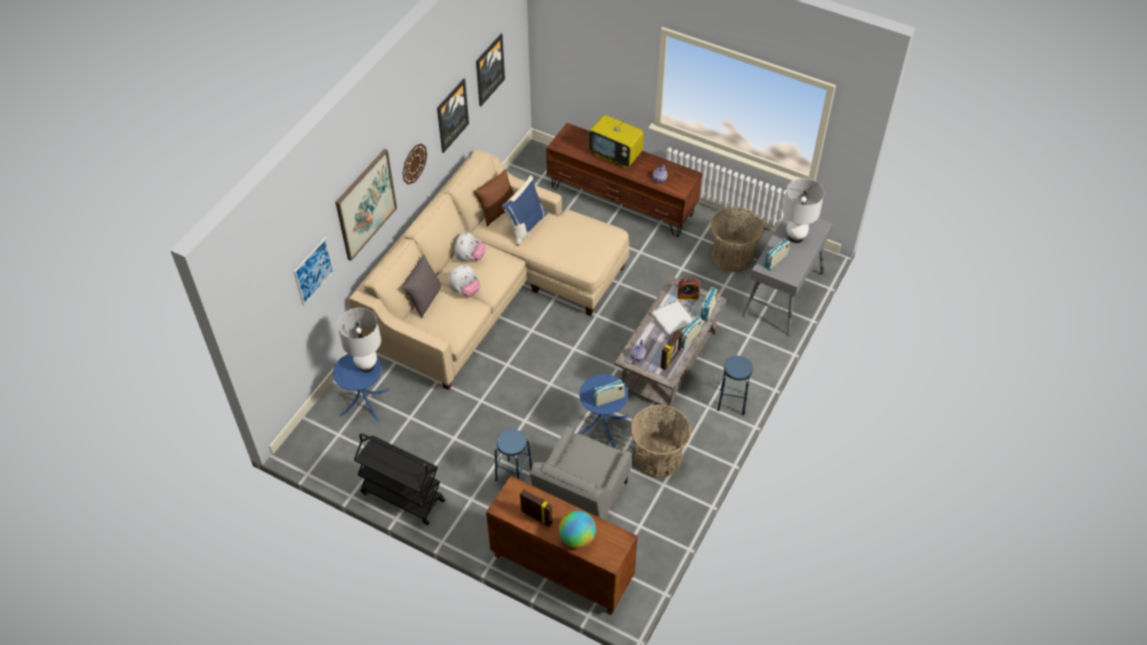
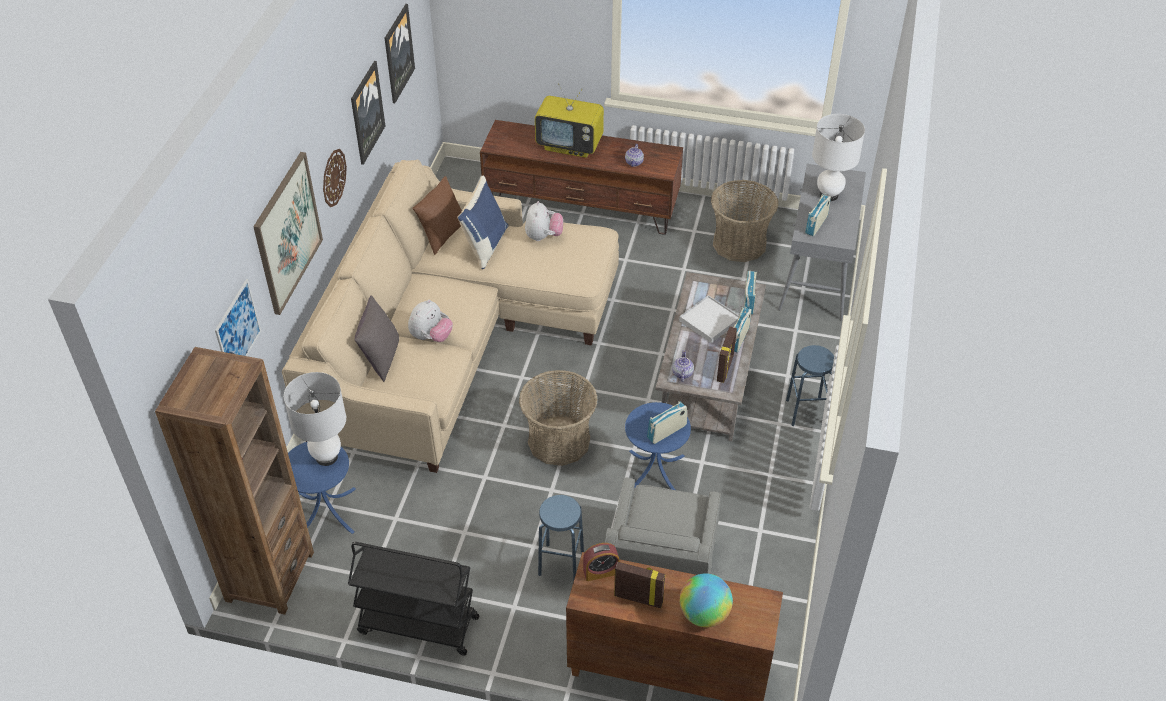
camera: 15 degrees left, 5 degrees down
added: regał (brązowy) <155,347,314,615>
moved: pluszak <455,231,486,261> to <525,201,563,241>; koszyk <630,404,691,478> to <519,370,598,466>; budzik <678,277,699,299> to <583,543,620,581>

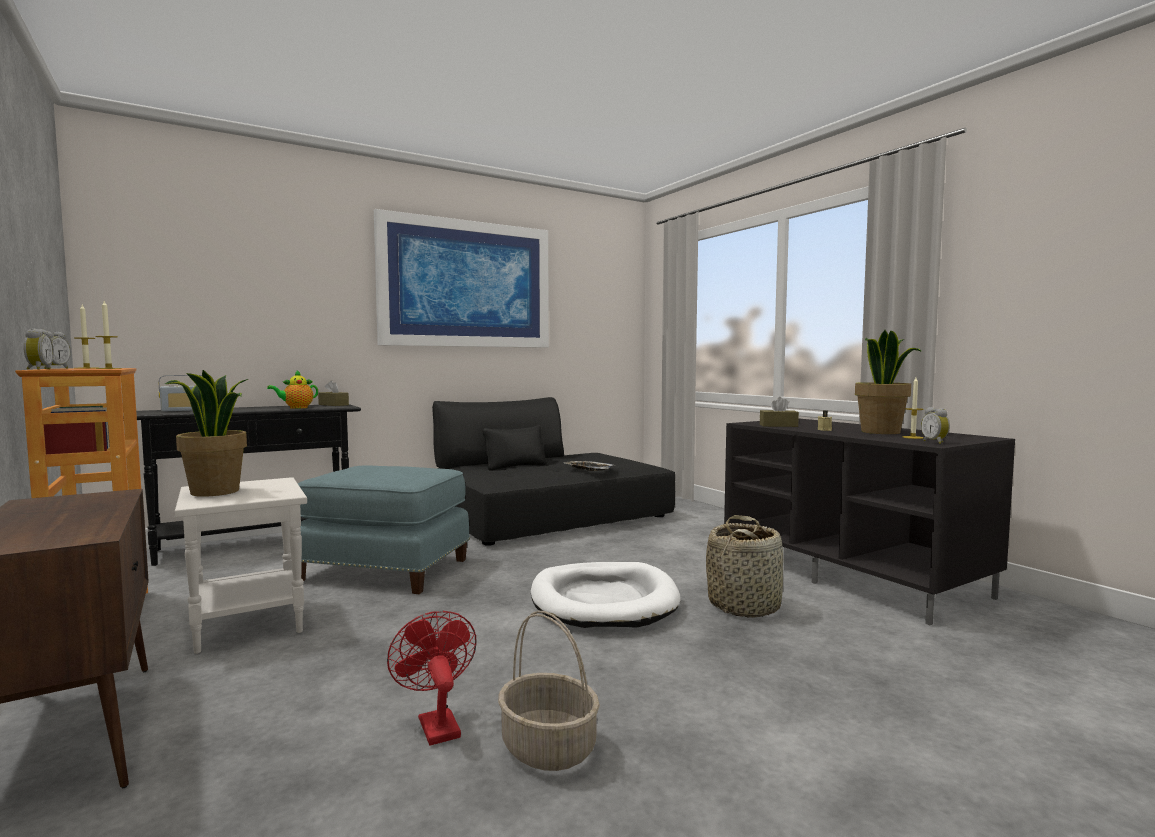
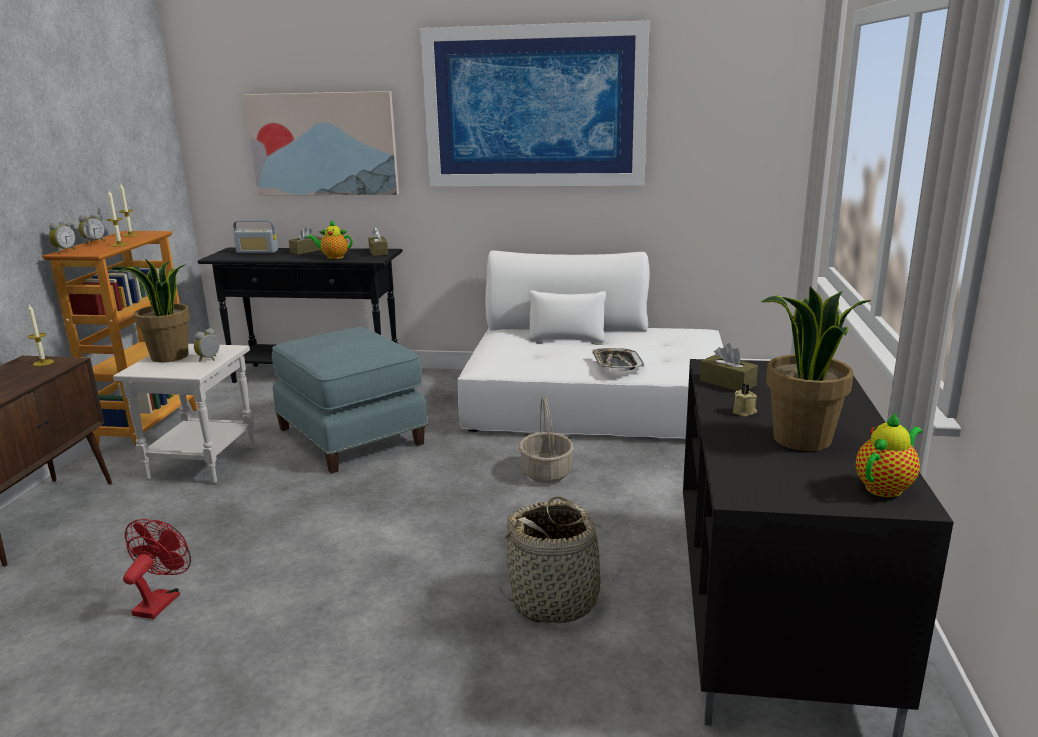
camera: 40 degrees right, 15 degrees up
removed: legowisko (biały) <531,562,681,628>
added: obraz <244,91,399,195>; pudełko chusteczek (brązowy) <289,227,322,255>; imbryk <856,412,922,497>
moved: koszyk <498,611,600,771> to <519,396,574,483>; świeca <903,378,924,439> to <28,304,54,366>; budzik <921,407,950,444> to <194,328,220,362>
recoloured: kanapa (czarny) <432,397,675,546> to kanapa (biały) <457,250,723,439>

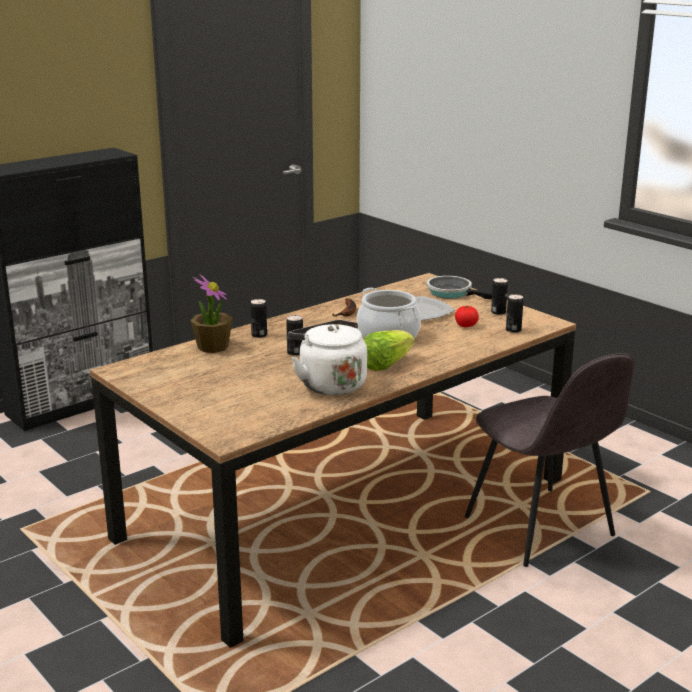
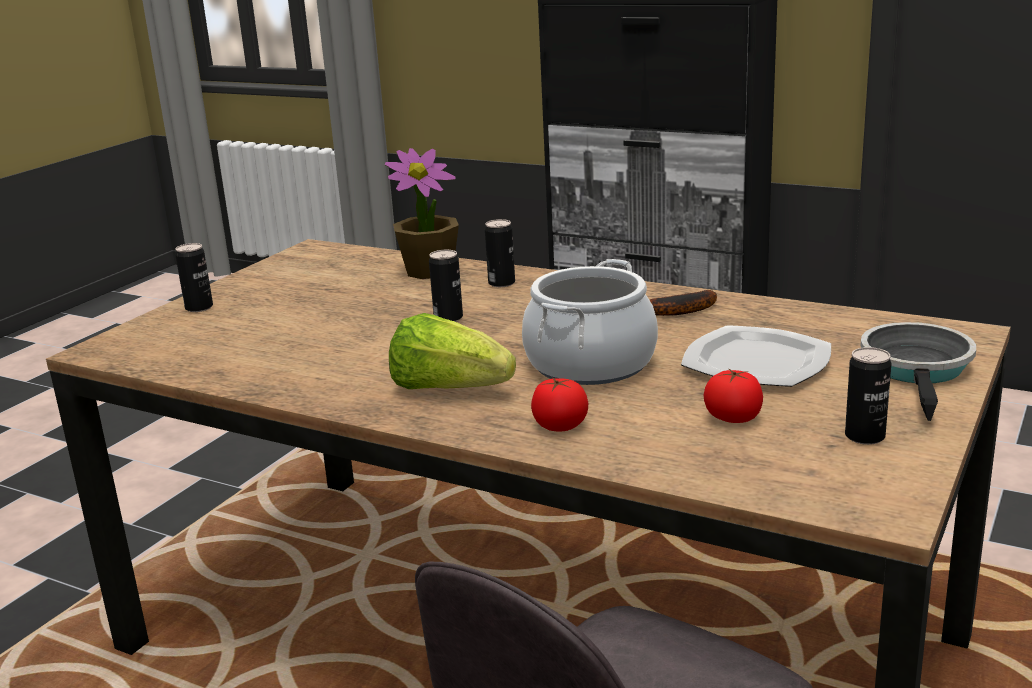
camera: 70 degrees right, 0 degrees up
removed: czajnik (biały) <288,320,367,395>
added: pomidor <531,377,588,431>
moved: puszka <506,294,524,333> to <175,243,213,312>

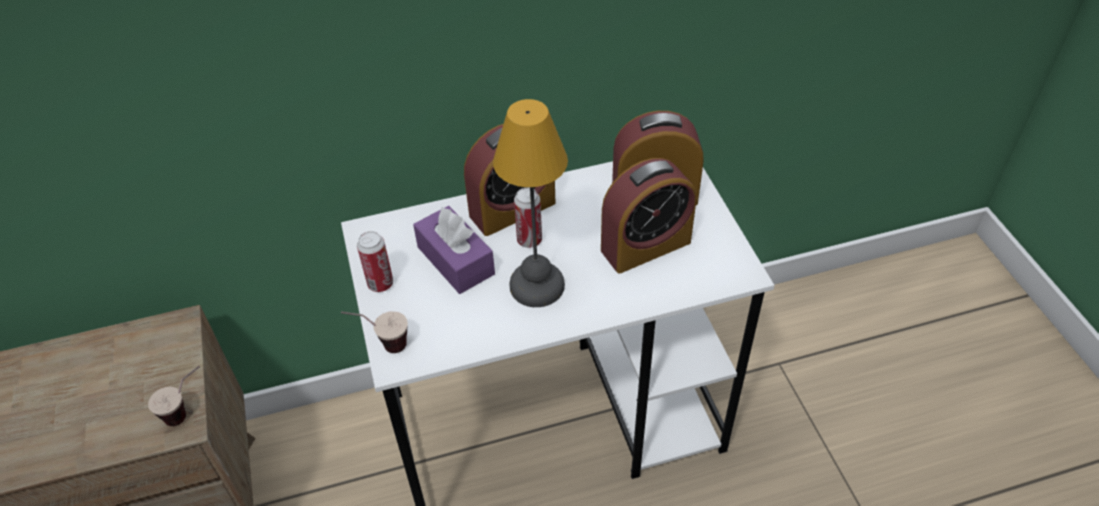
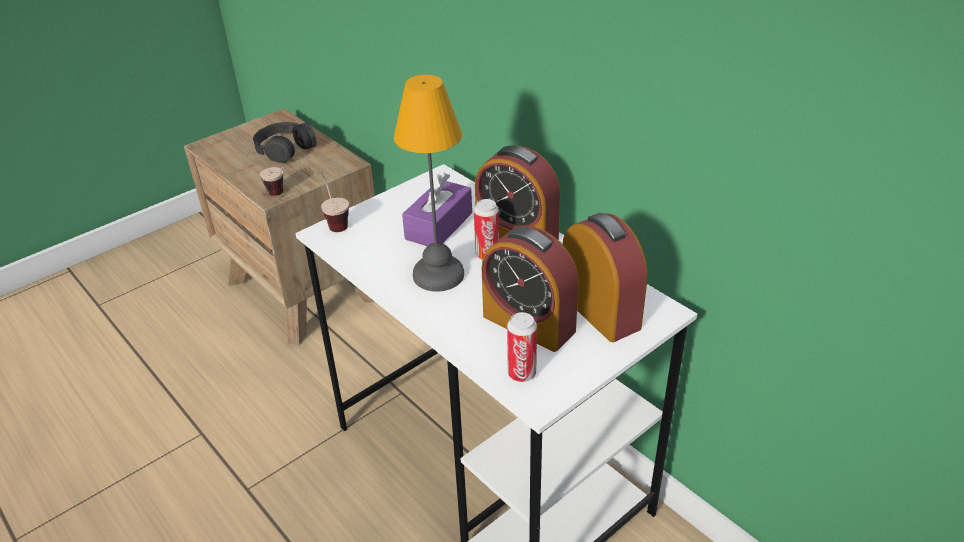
camera: 65 degrees right, 10 degrees down
added: słuchawki (czarny) <253,122,317,163>
moved: puszka <357,231,393,292> to <507,312,537,382>

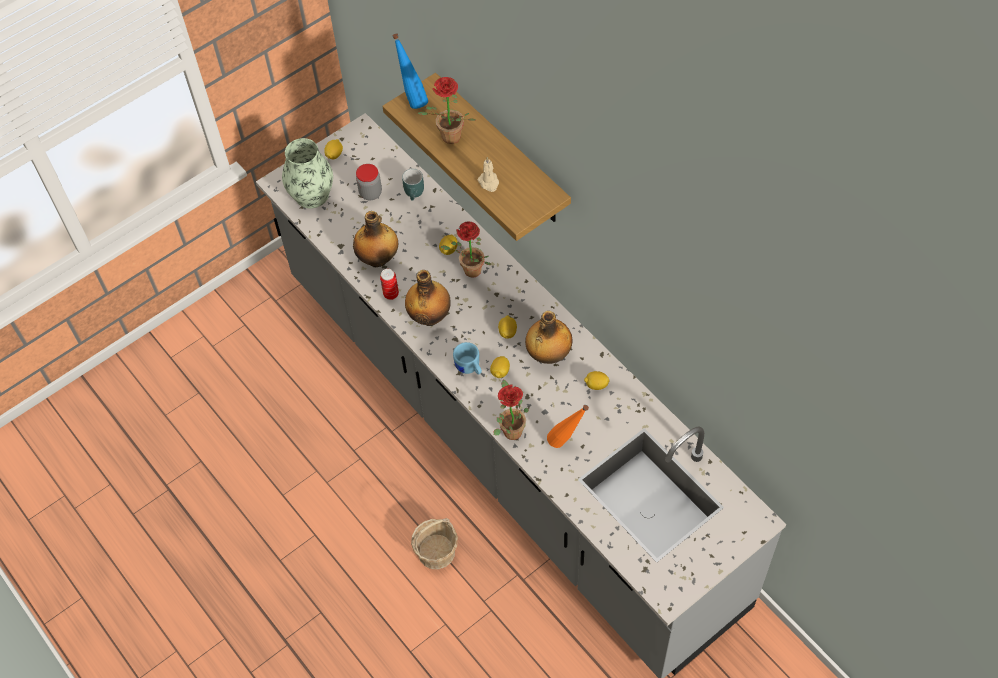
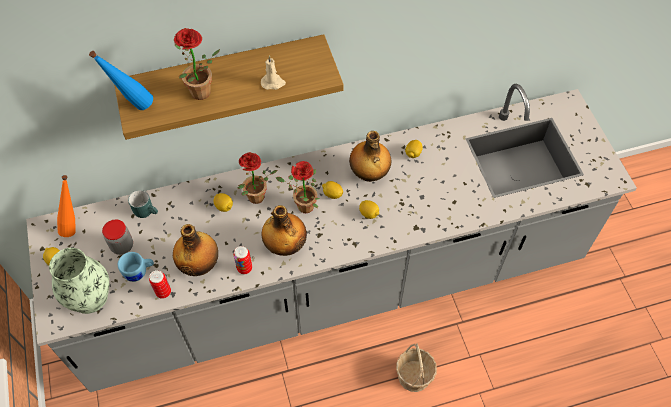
camera: 70 degrees left, 0 degrees up
added: puszka <149,270,171,299>
moved: kubek (niebieski) <453,342,482,375> to <118,252,154,282>; roślina doniczkowa <494,380,529,440> to <276,161,320,213>; butelka (pomarańczowy) <547,405,589,448> to <57,175,76,237>

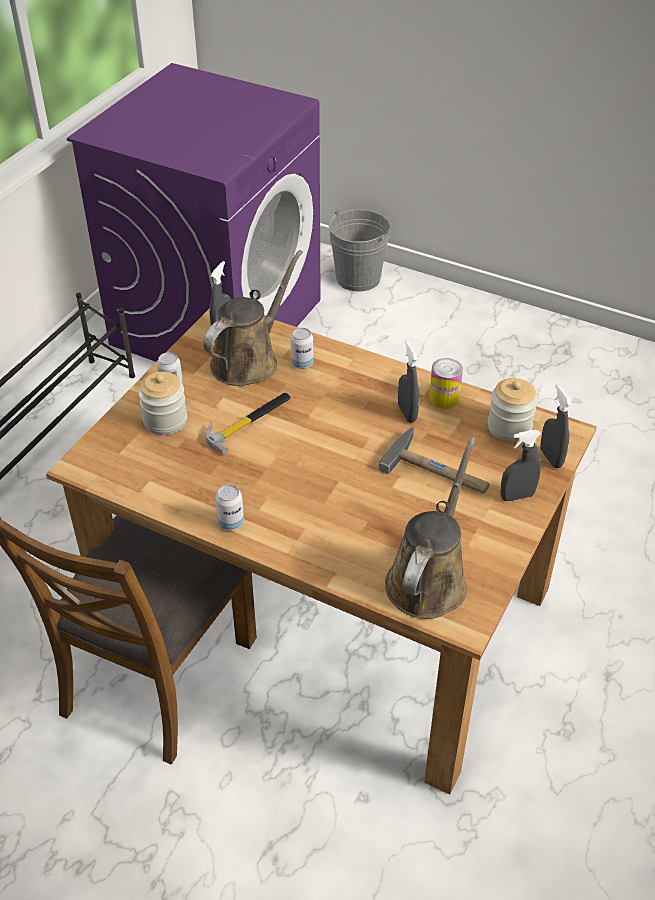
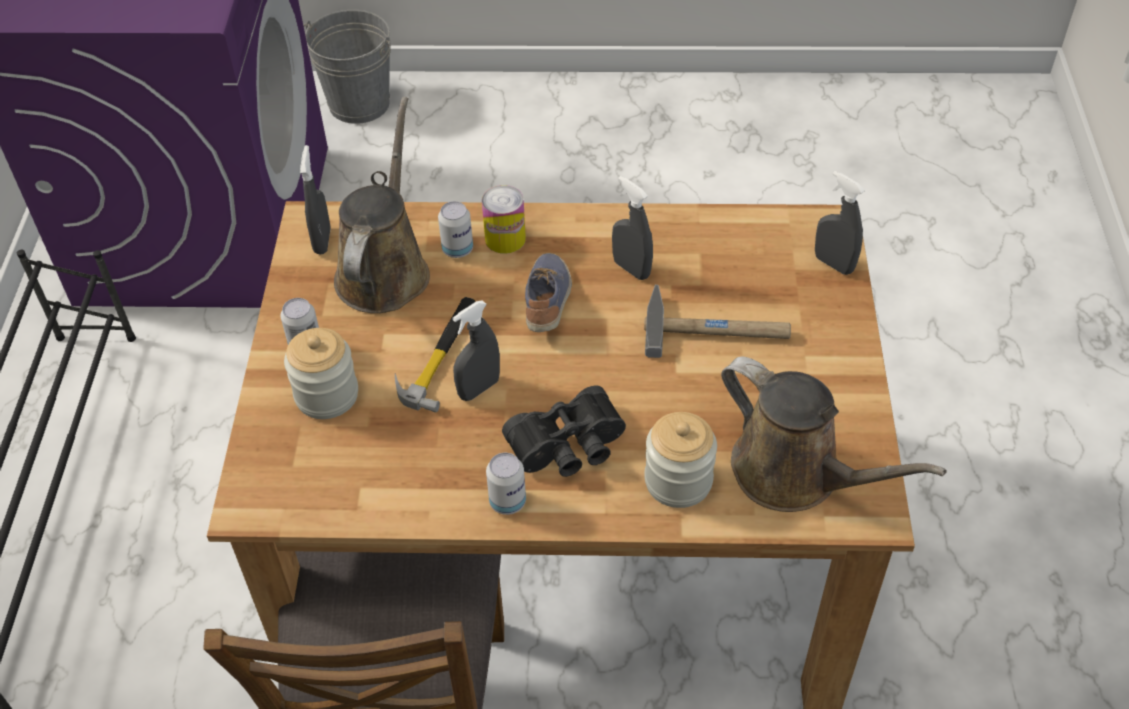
camera: 25 degrees left, 5 degrees up
added: lornetka (czarny) <502,386,626,477>; but <525,253,572,332>
moved: puszka <429,358,463,409> to <482,185,526,254>; słoik <488,378,538,442> to <644,412,717,508>; spryskiwacz (szary) <500,430,541,501> to <453,300,500,401>
turned: konewka (brązowy) <385,437,476,619> = <721,357,947,512> 135 degrees clockwise

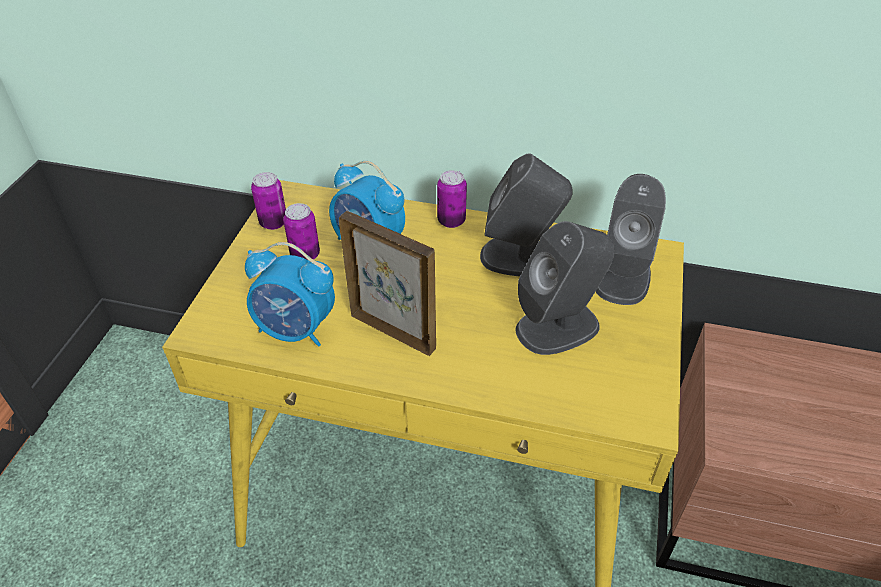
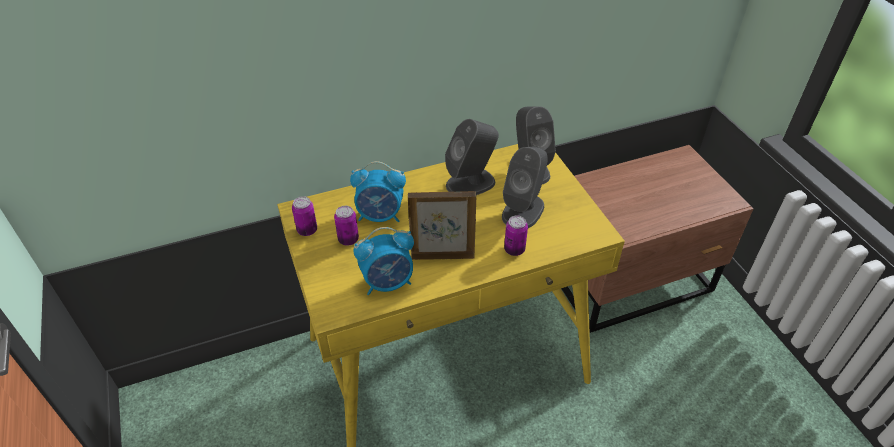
camera: 35 degrees left, 0 degrees up
moved: puszka <437,170,467,228> to <504,215,528,256>

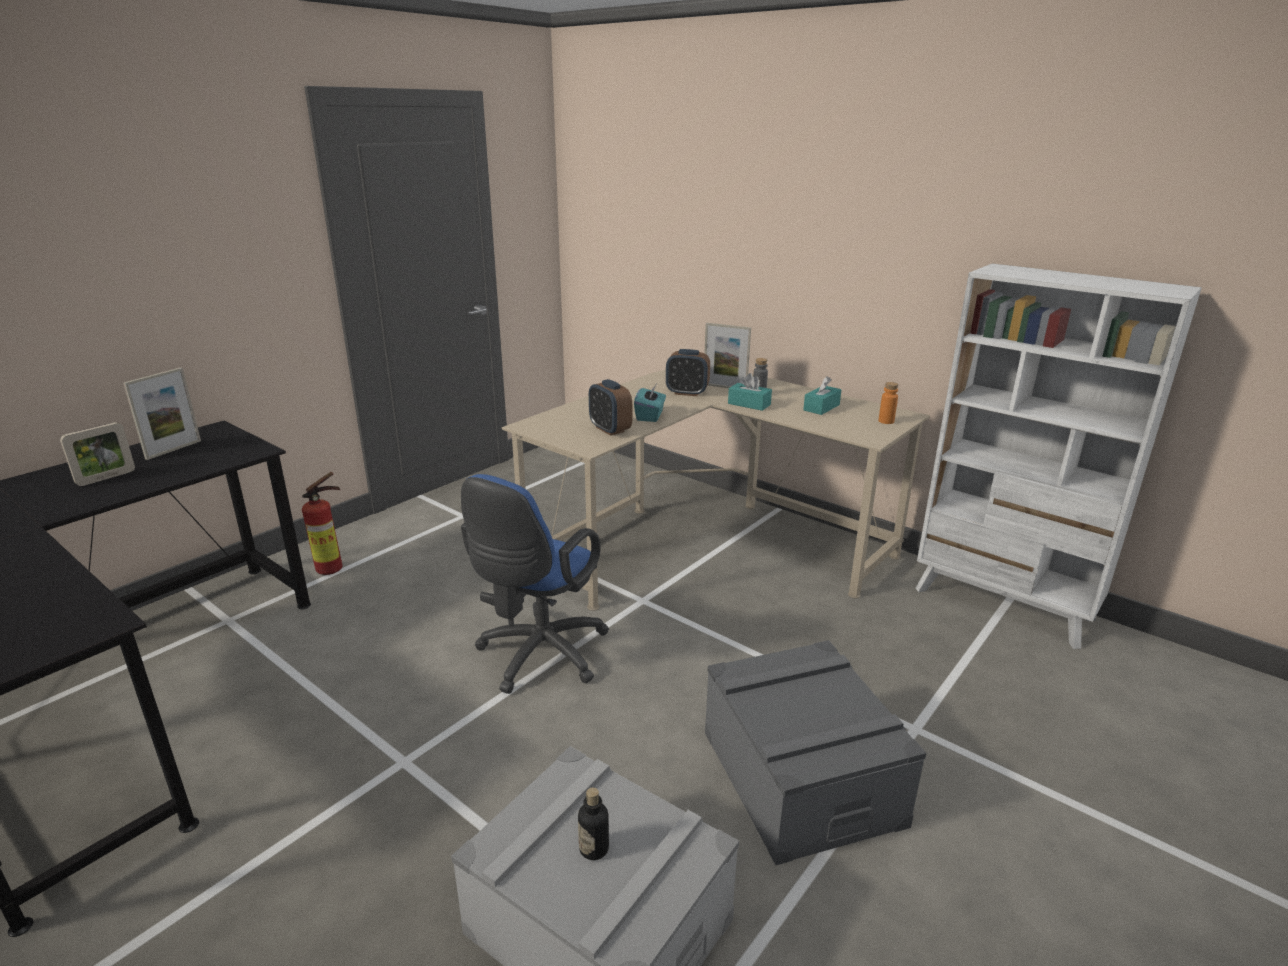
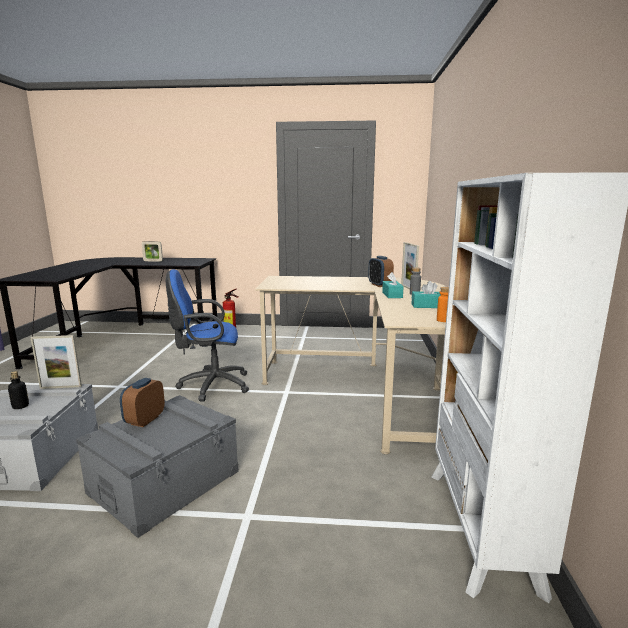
camera: 55 degrees right, 10 degrees down
removed: pudełko chusteczek (turkusowy) <634,384,666,422>
moved: ramka na zdjęcie <123,367,201,460> to <30,335,82,389>; budzik <589,379,632,436> to <120,378,165,427>

